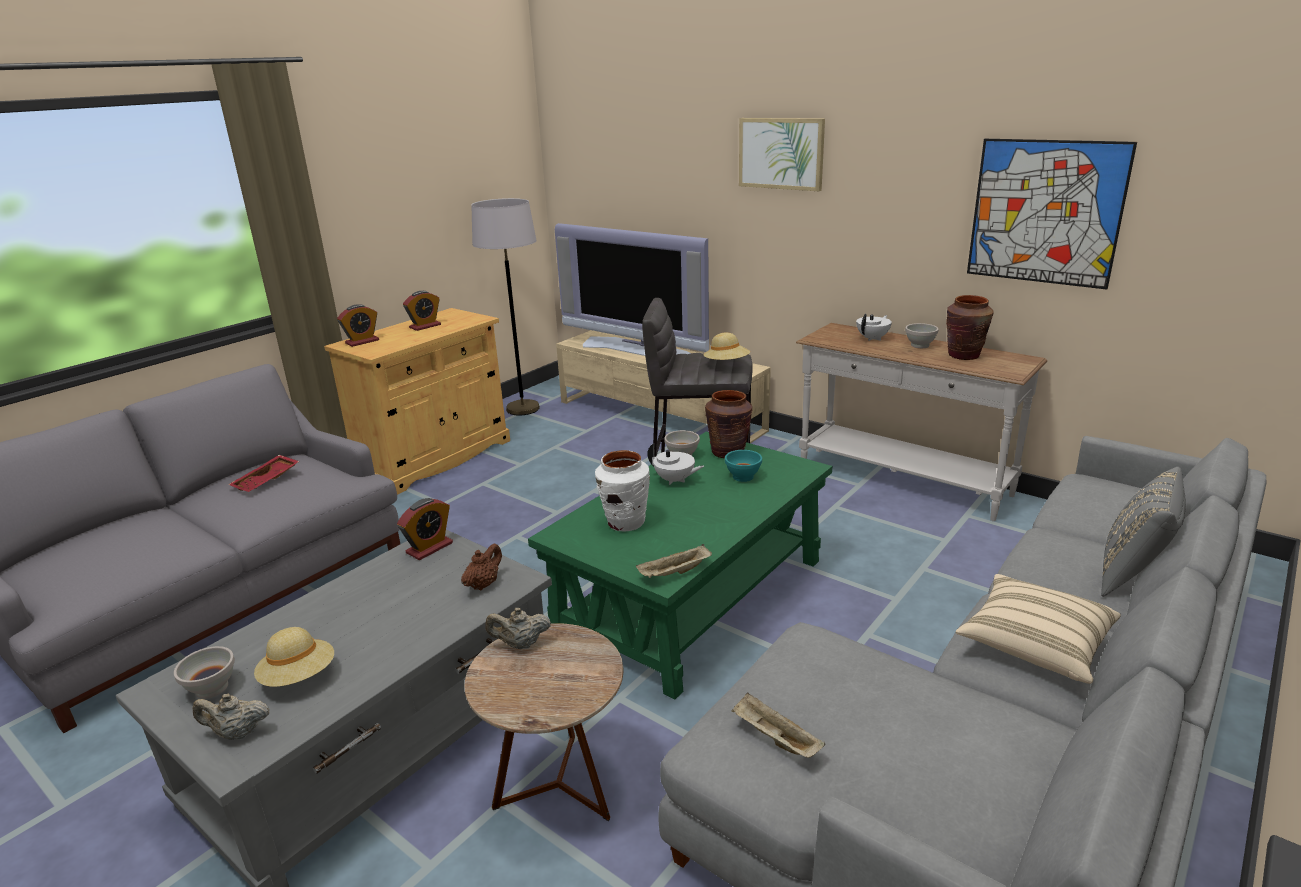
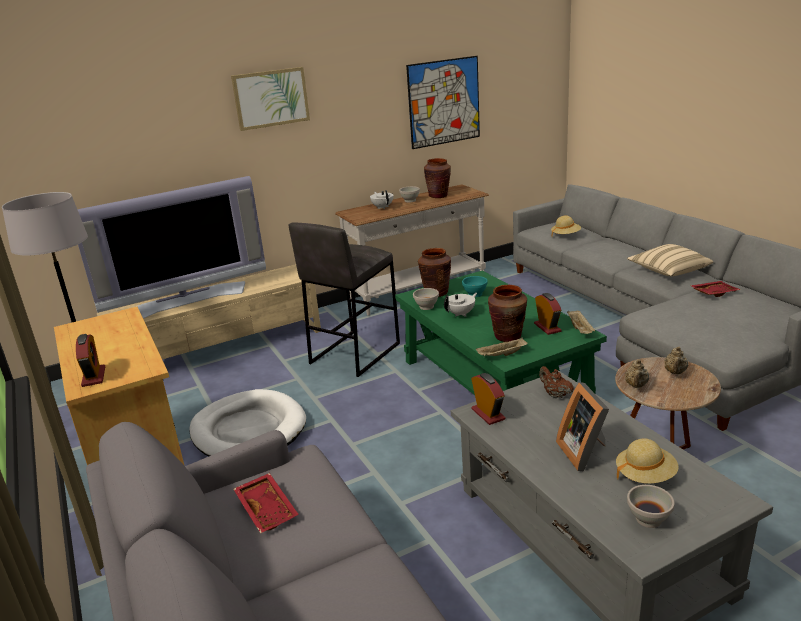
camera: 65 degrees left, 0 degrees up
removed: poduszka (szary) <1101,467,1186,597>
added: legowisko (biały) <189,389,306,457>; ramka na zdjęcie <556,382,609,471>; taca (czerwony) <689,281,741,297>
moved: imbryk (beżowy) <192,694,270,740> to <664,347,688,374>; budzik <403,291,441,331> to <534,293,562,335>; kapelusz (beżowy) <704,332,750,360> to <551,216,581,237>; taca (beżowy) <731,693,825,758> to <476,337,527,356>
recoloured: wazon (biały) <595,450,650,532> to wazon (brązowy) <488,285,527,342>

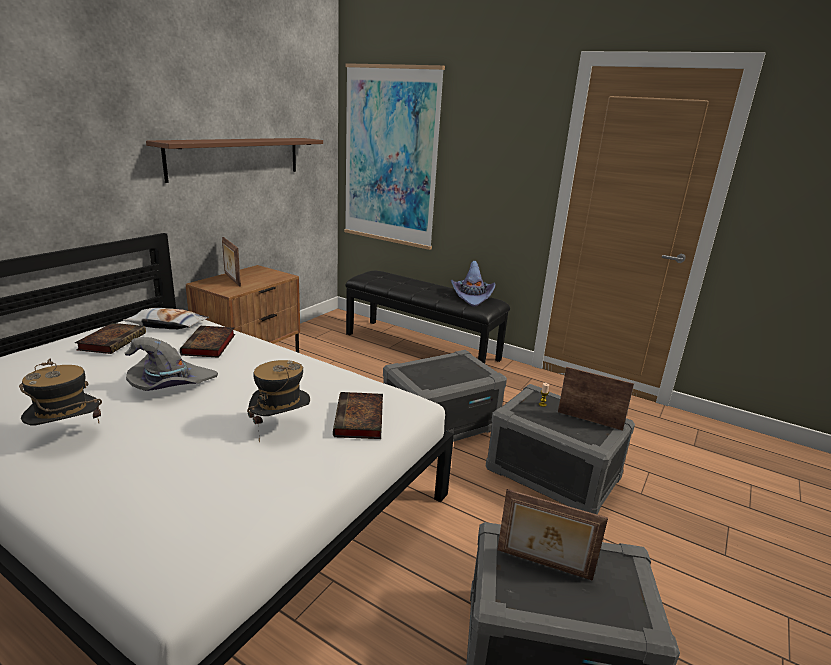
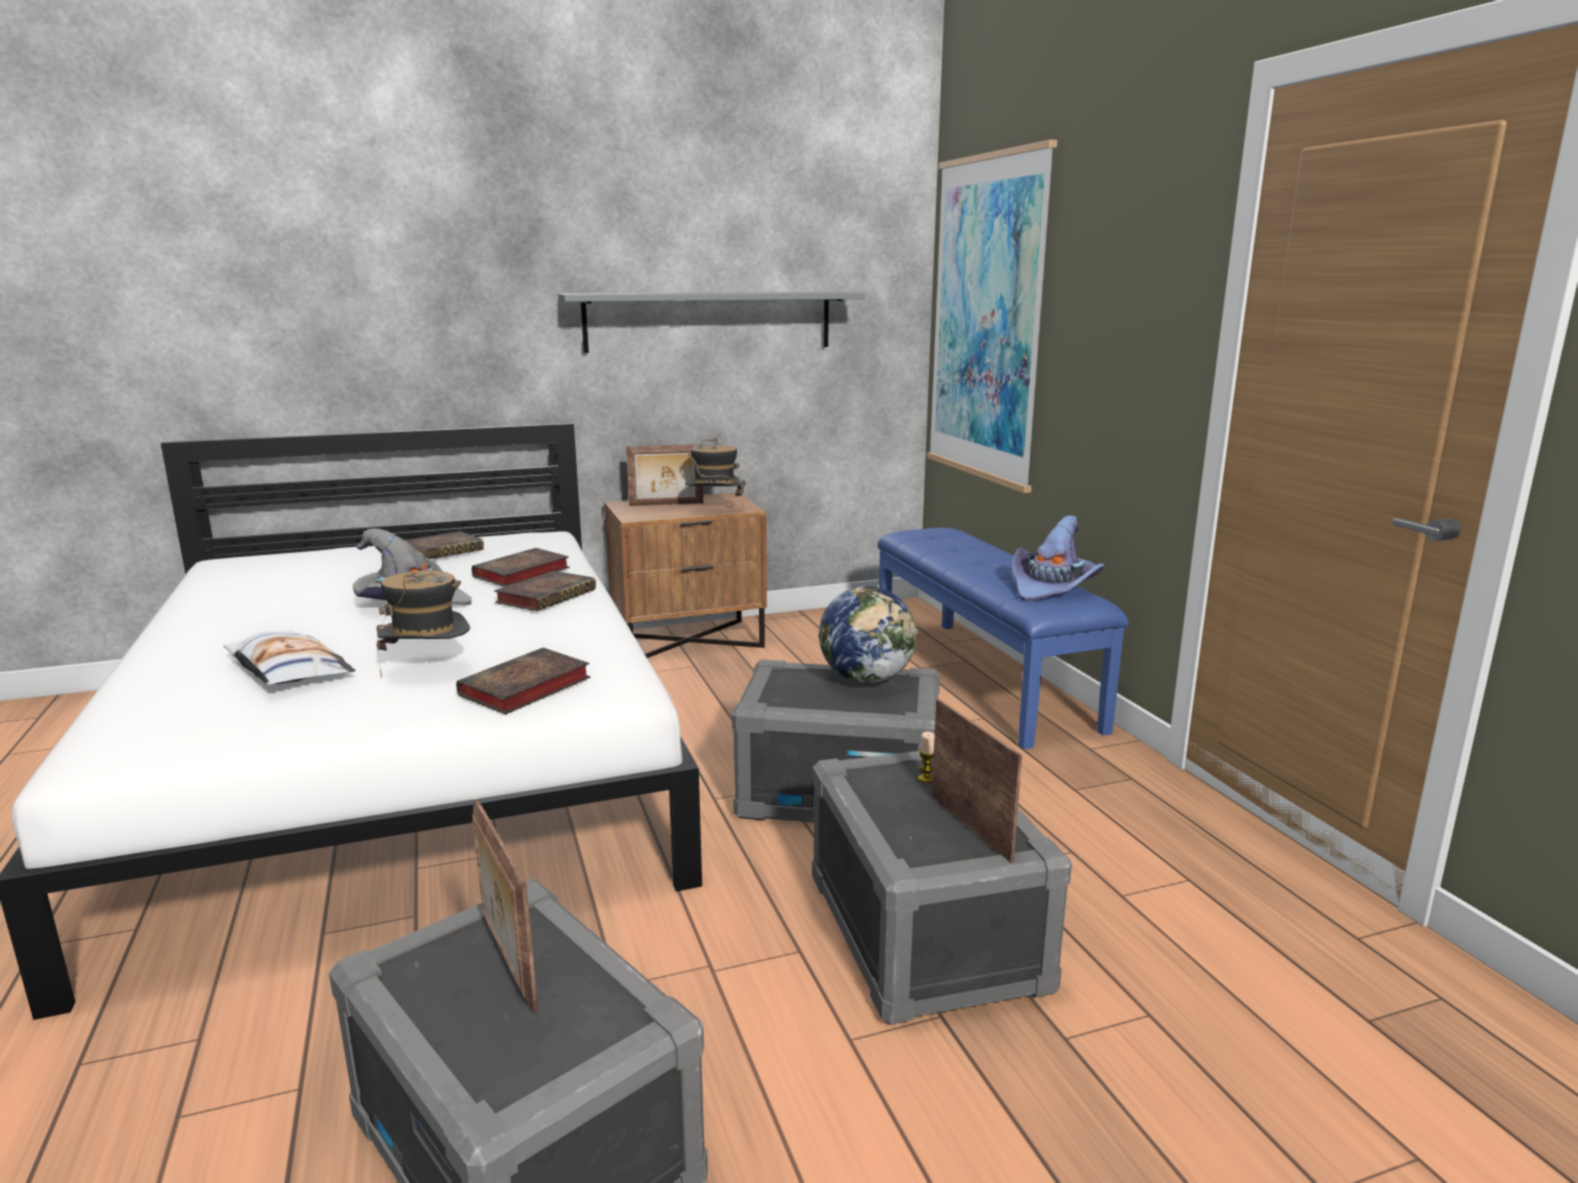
camera: 40 degrees right, 5 degrees down
added: książka <494,571,596,611>; globus <819,586,918,684>
moved: kapelusz <19,358,102,426> to <685,438,746,509>; poduszka <123,308,209,329> to <223,631,355,685>
recoloured: półka (brązowy) <146,138,323,183> to półka (szary) <558,292,865,353>; ławka (czarny) <345,271,510,364> to ławka (niebieski) <877,528,1129,749>
turned: ramka na zdjęcie <222,237,241,287> = <626,444,703,506> 105 degrees counterclockwise

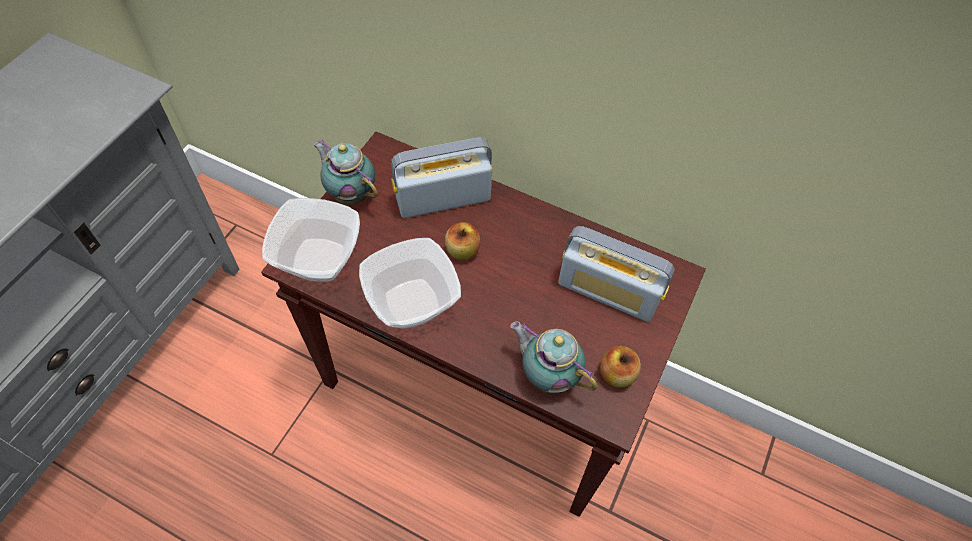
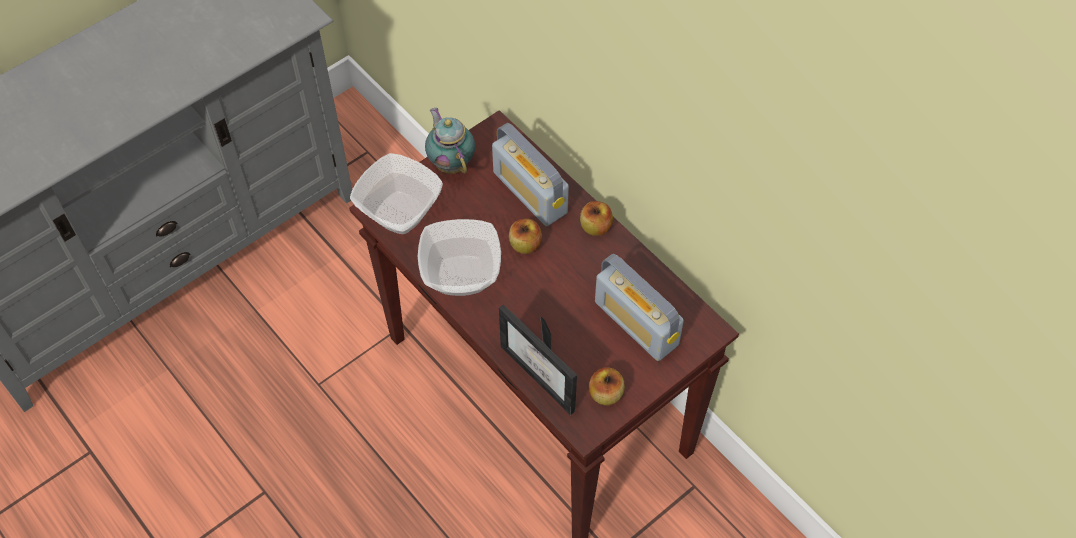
camera: 25 degrees right, 0 degrees up
added: jabłko <580,201,613,236>
replaced: imbryk <510,321,597,393> to ramka na zdjęcie <499,304,577,415>
turned: radio <391,137,492,218> = <492,123,569,226> 135 degrees counterclockwise

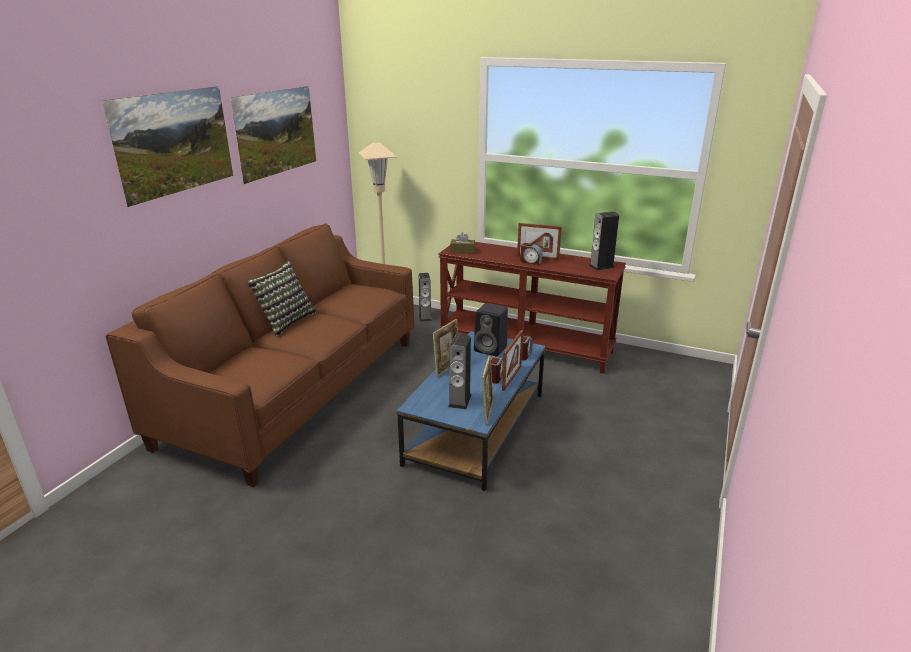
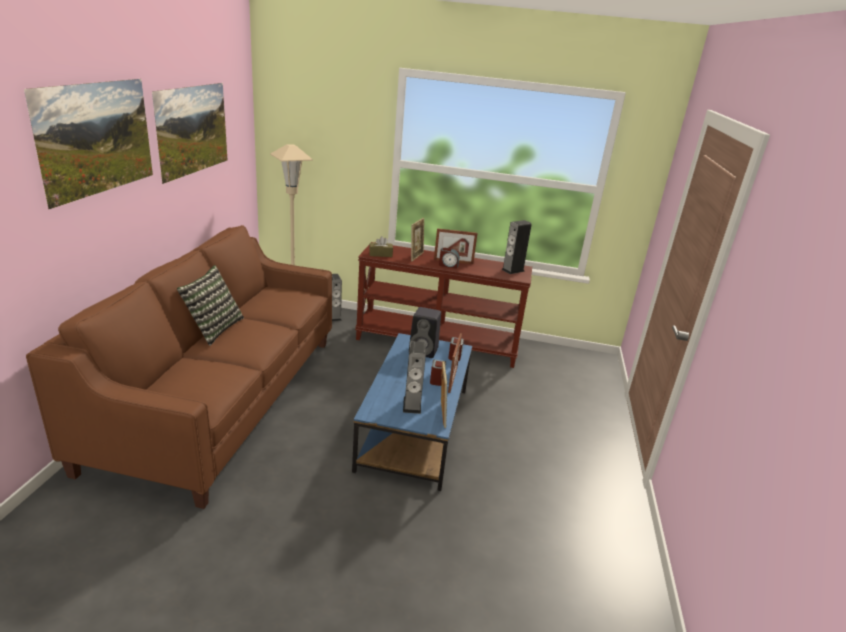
camera: 15 degrees left, 0 degrees up
moved: ramka na zdjęcie <433,319,458,377> to <411,218,424,261>

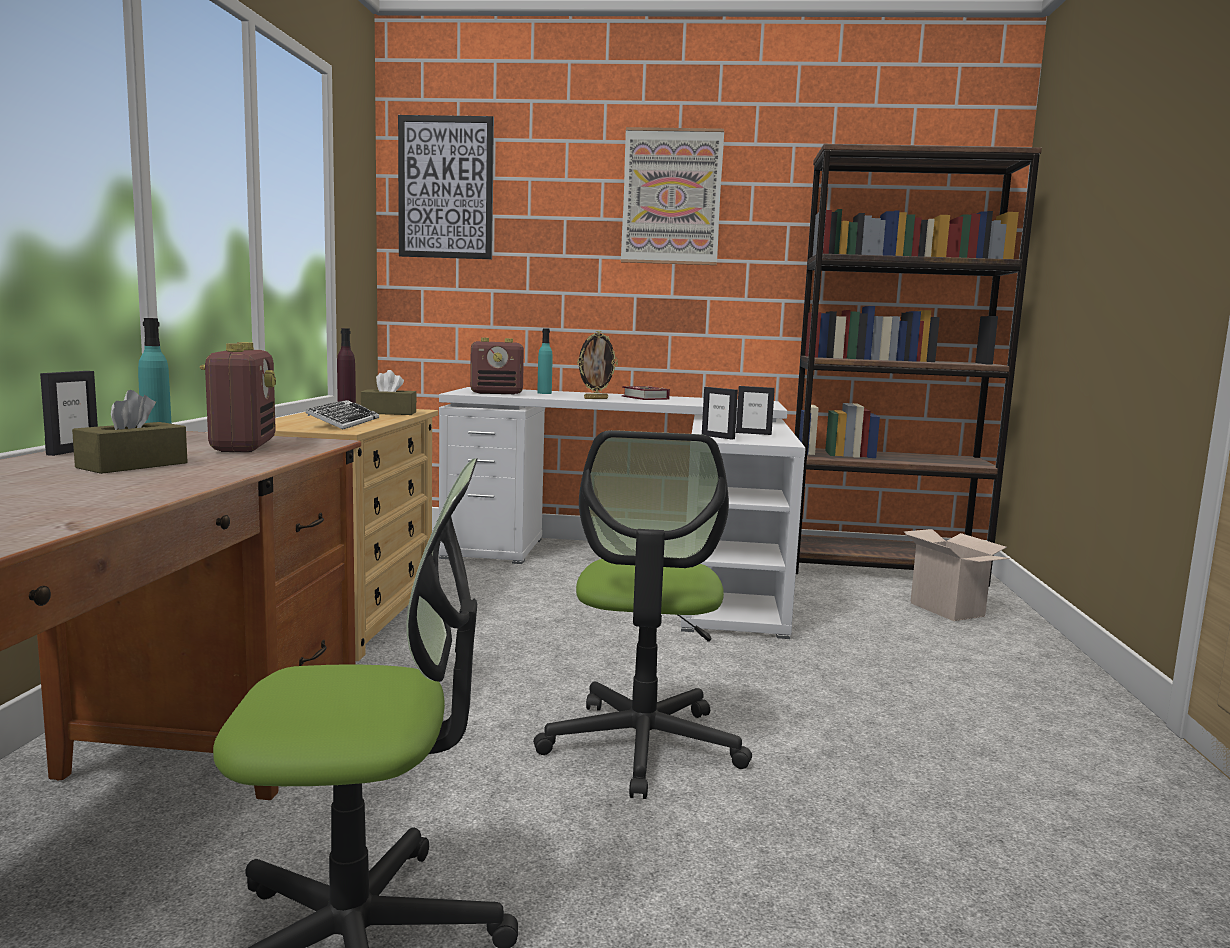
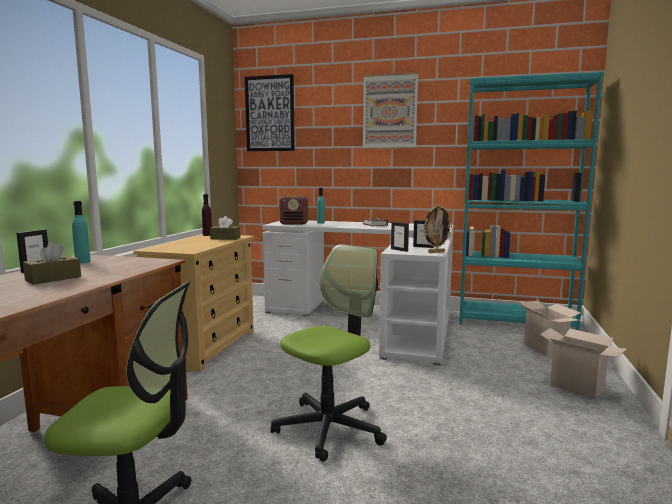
camera: 10 degrees right, 0 degrees up
removed: radio <199,342,276,452>; klawiatura <305,400,379,429>
added: karton <540,328,627,399>
moved: ramka na zdjęcie <577,331,618,399> to <423,205,452,253>
recoloured: regał (brązowy) <795,144,1042,587> to regał (turkusowy) <459,72,604,331>
turned: krzesło biurowe <533,430,752,799> = <270,244,387,462> 150 degrees counterclockwise

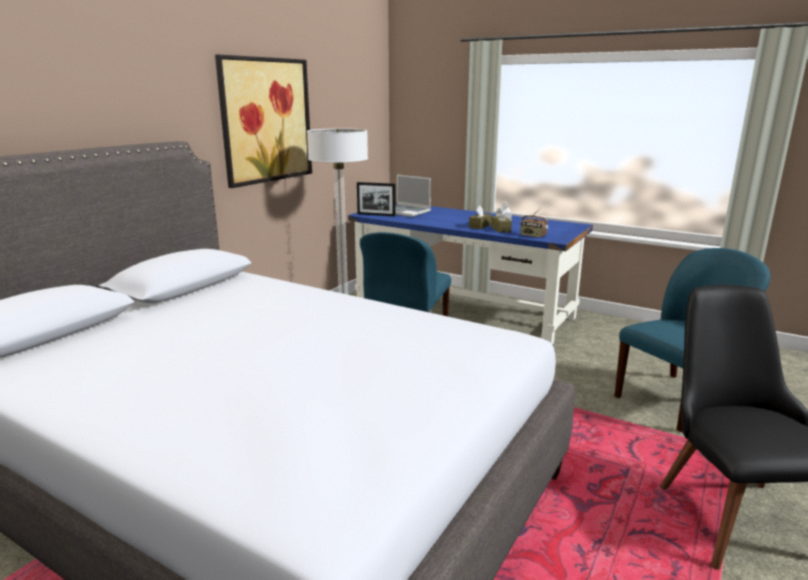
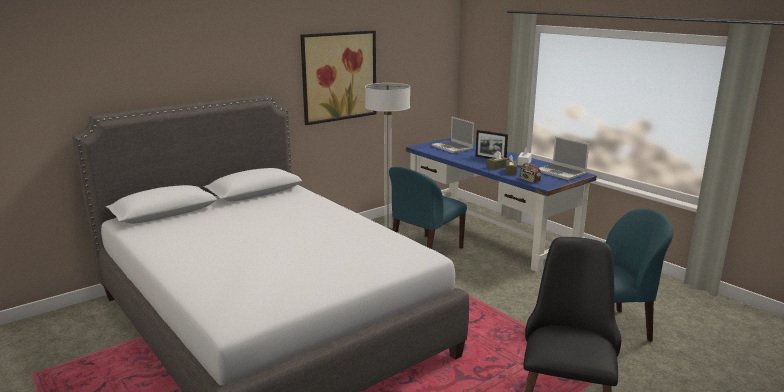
camera: 20 degrees right, 0 degrees up
added: laptop <540,136,589,180>
moved: ramka na zdjęcie <357,182,396,216> to <476,130,508,159>

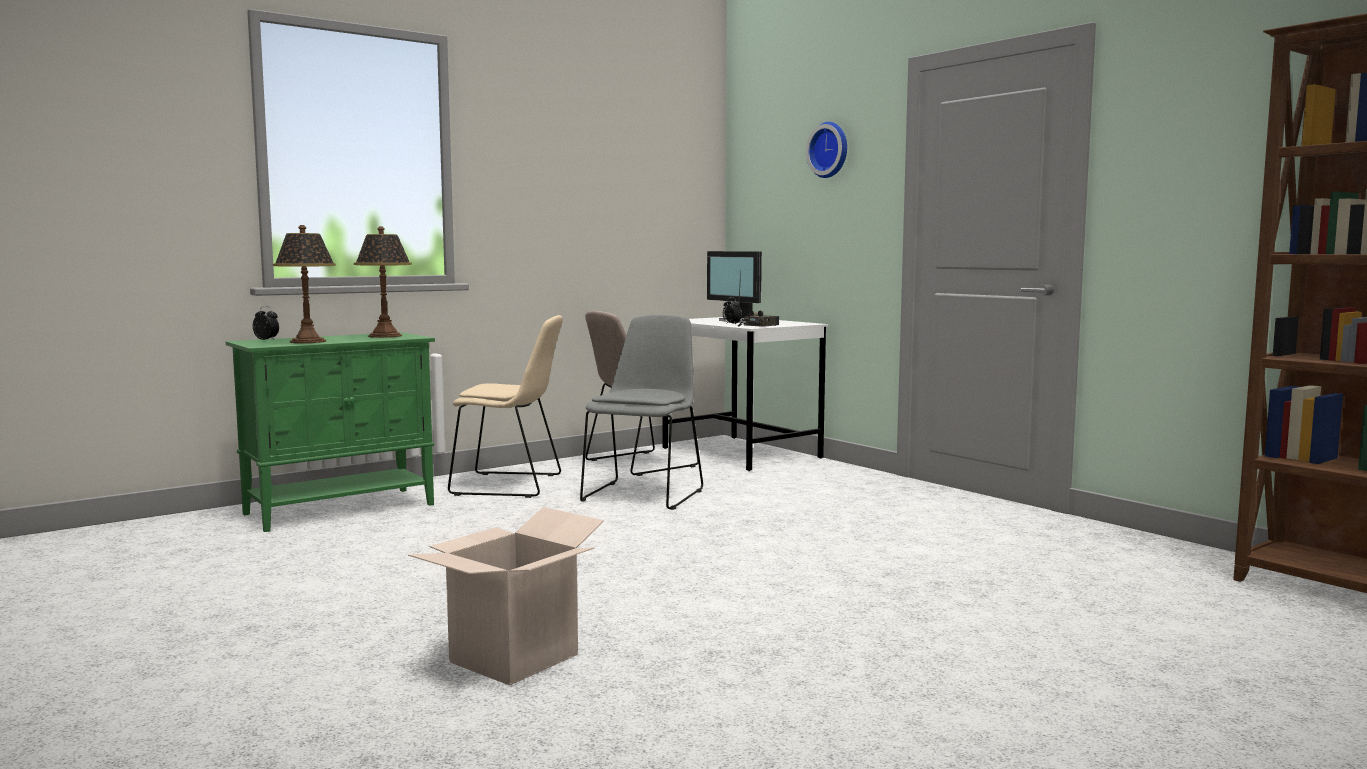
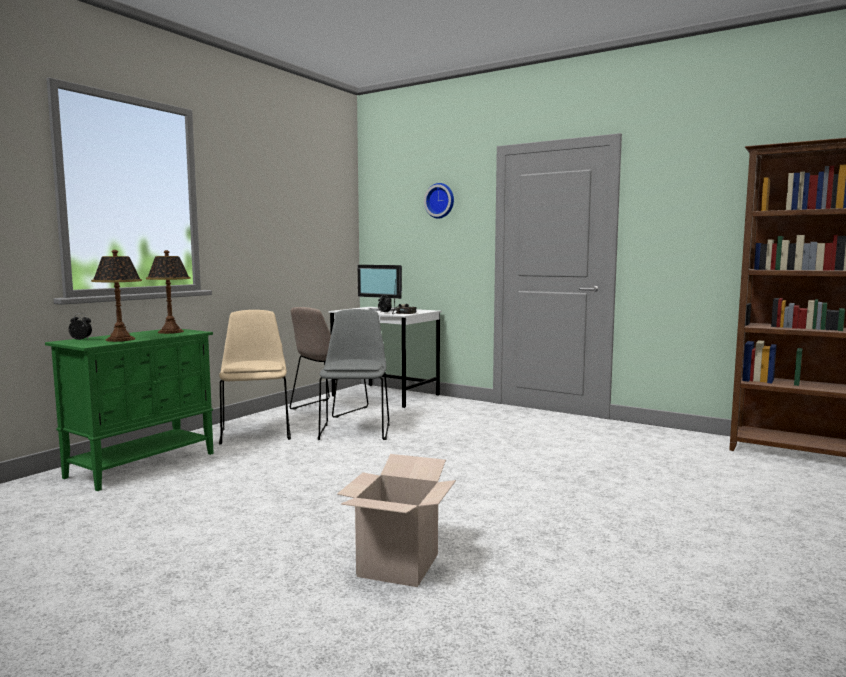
camera: 20 degrees left, 0 degrees up
turned: krzesło (beżowy) <448,315,563,498> = <219,310,291,445> 90 degrees counterclockwise

